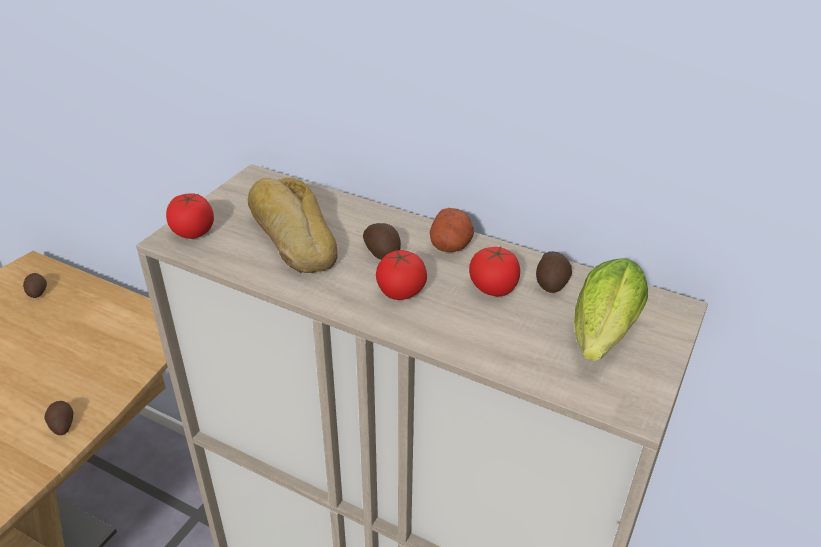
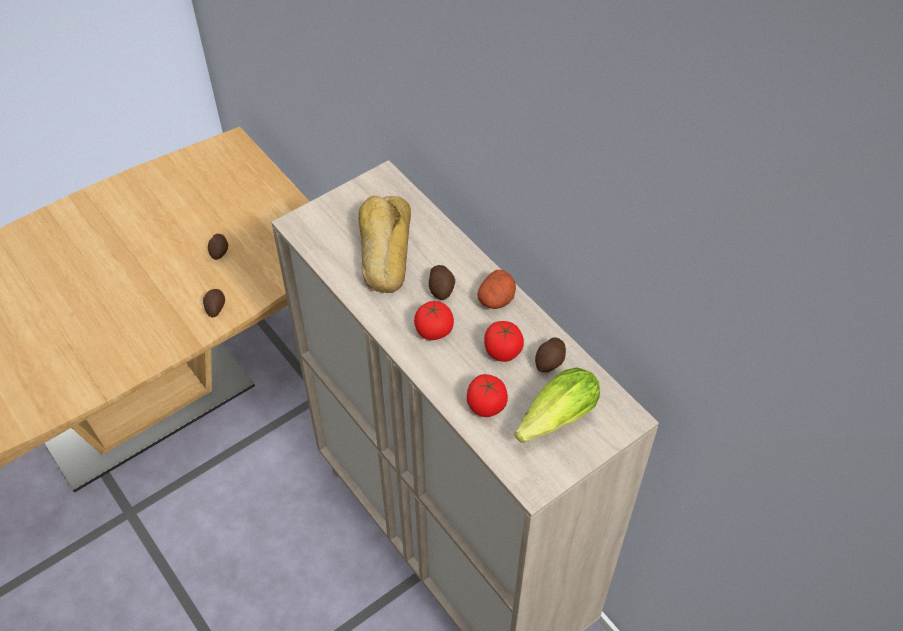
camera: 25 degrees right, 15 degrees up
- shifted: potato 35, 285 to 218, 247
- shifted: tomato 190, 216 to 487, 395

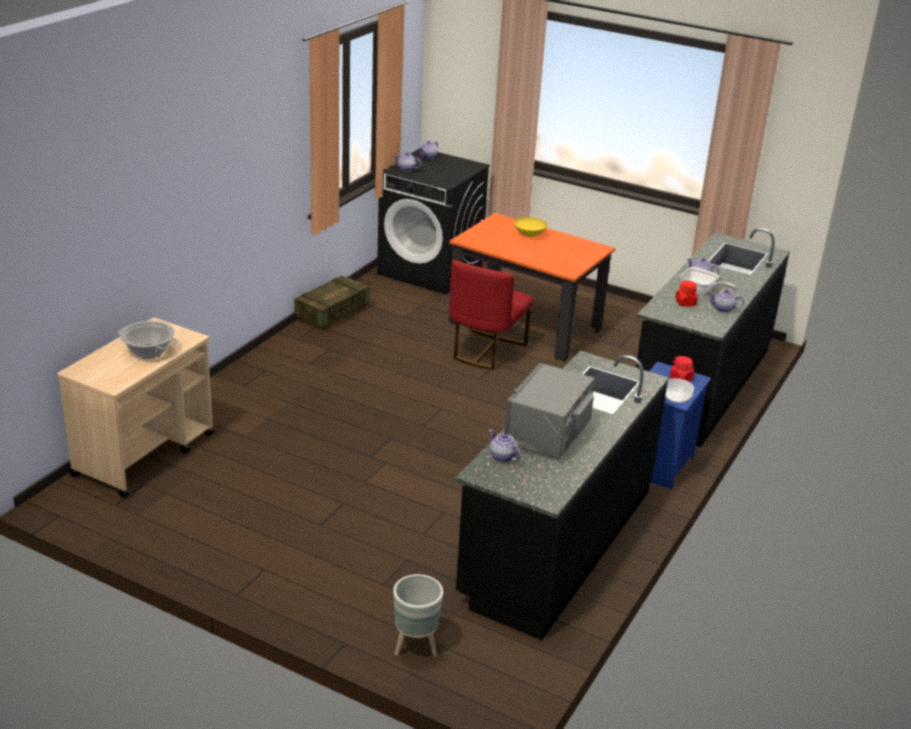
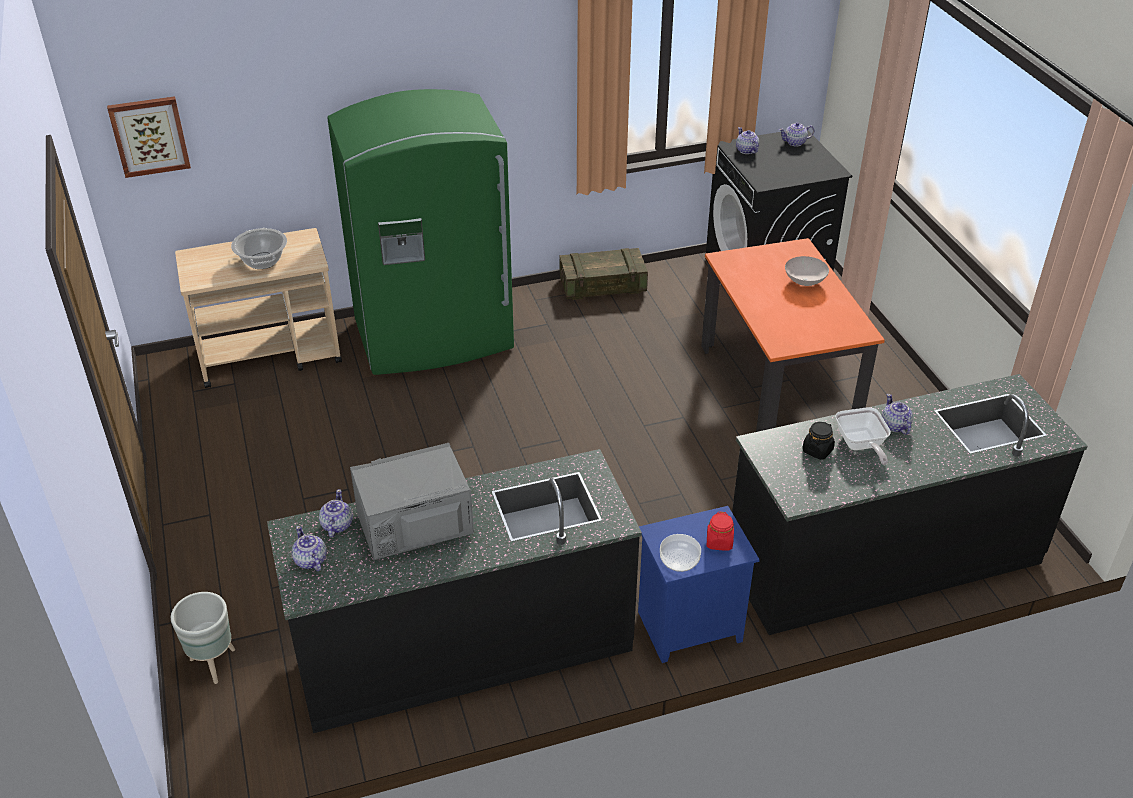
camera: 45 degrees right, 10 degrees up
- gone: chair/red 491, 315
- new: picture 149, 137
- new: fridge/green 420, 232
- shifted: teapot 726, 301 to 309, 548
- repainted: bowl/yellow 530, 227 to bowl/white 807, 271
- repainted: jar/red 686, 293 to jar/black 818, 441

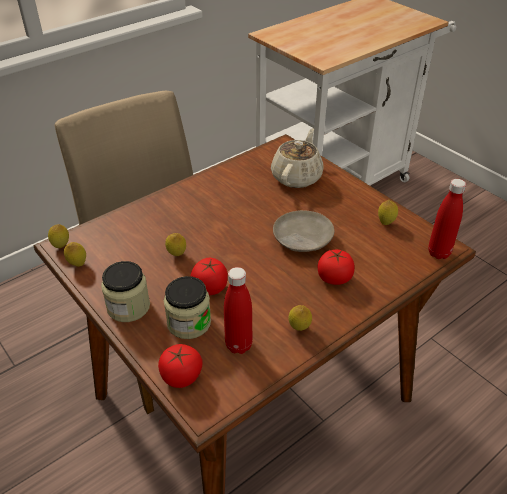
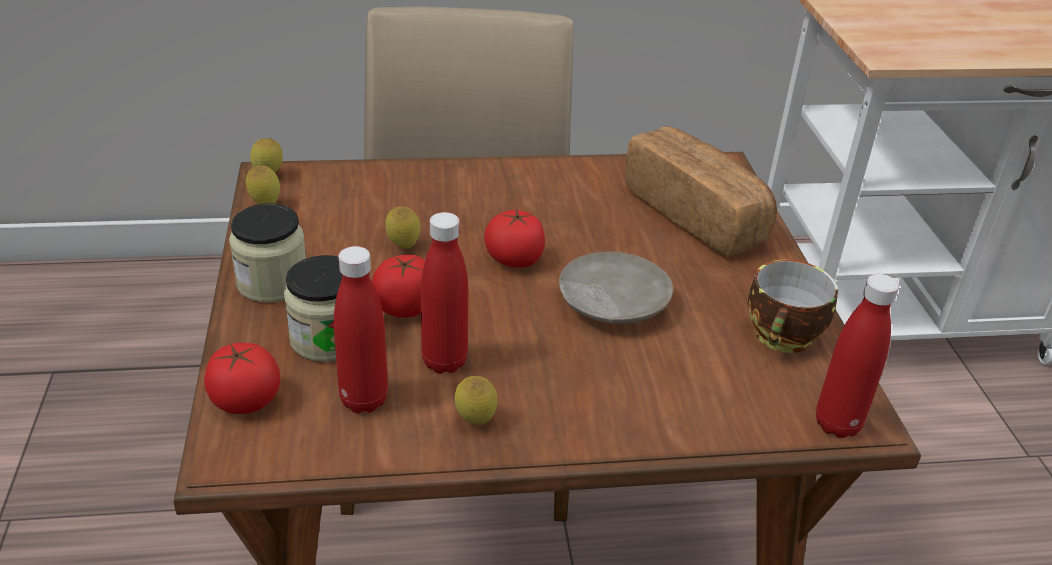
camera: 30 degrees right, 5 degrees down
- new: bottle/red 444, 293
- shifted: tomato 336, 267 to 514, 238
- swapped: teapot/beige 297, 158 to bread 701, 191
- swapped: lemon 388, 212 to cup 793, 306

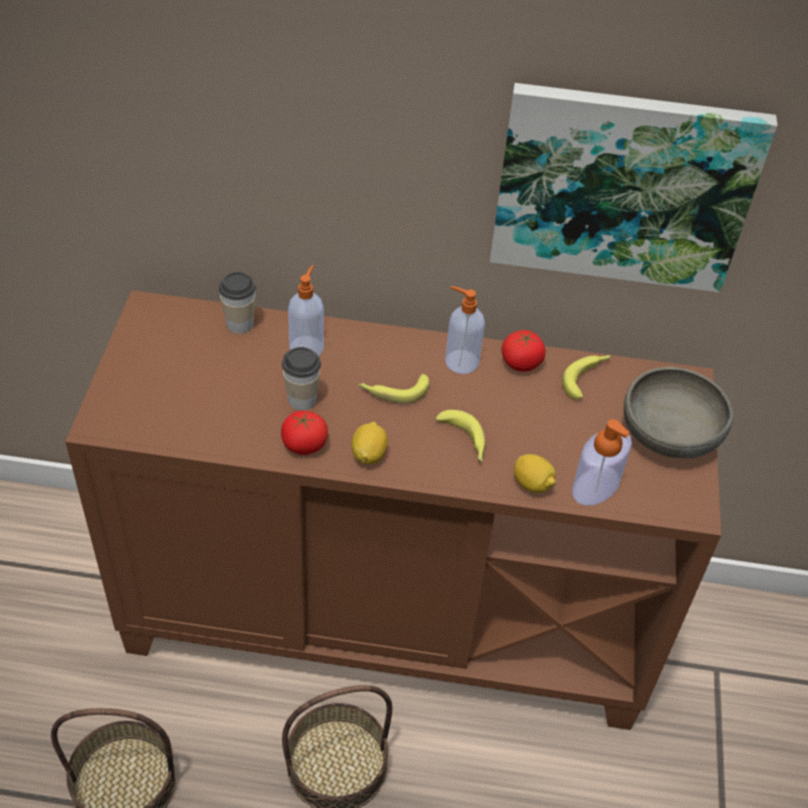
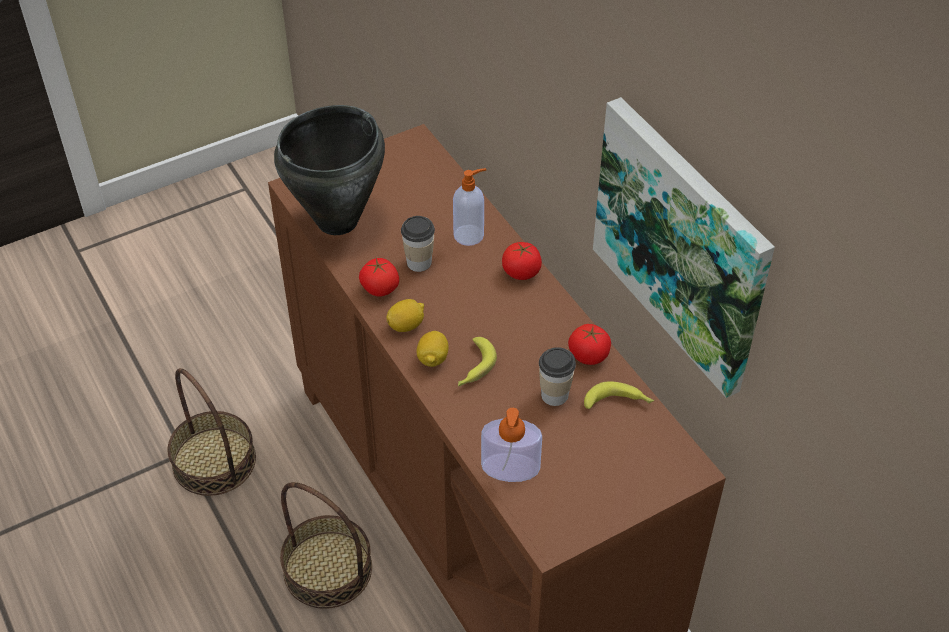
camera: 55 degrees right, 0 degrees up
- gone: banana 394, 388
- gone: soap dispenser 465, 330
- gone: bowl/grey 678, 412
- new: cooking pot/black 329, 170
- new: tomato 522, 261
- shifted: cup 237, 303 to 557, 376
- shifted: lemon 535, 473 to 432, 349

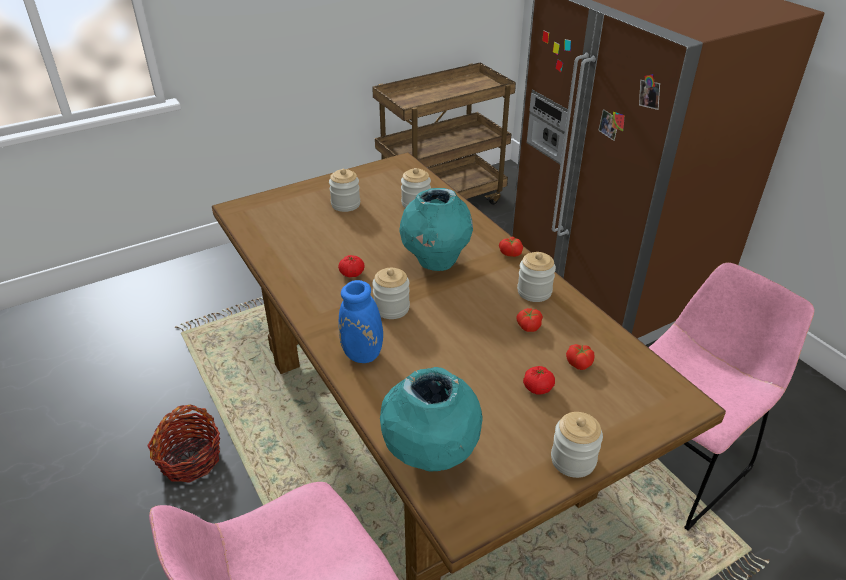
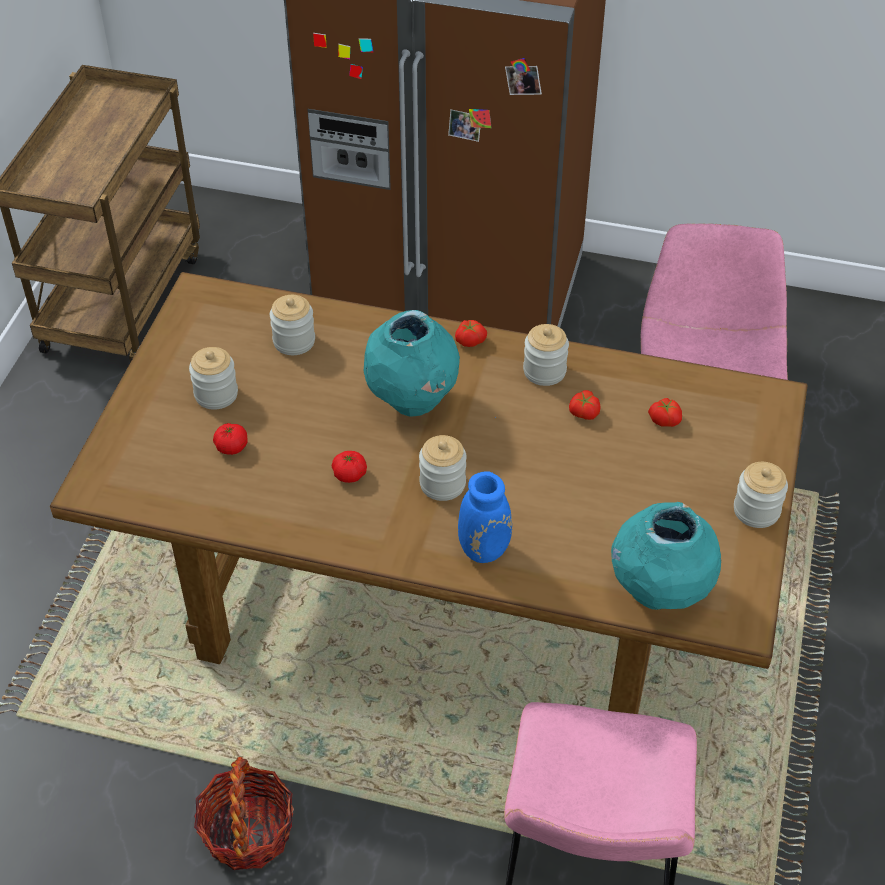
camera: 45 degrees left, 10 degrees up
- shifted: tomato 539, 380 to 230, 439

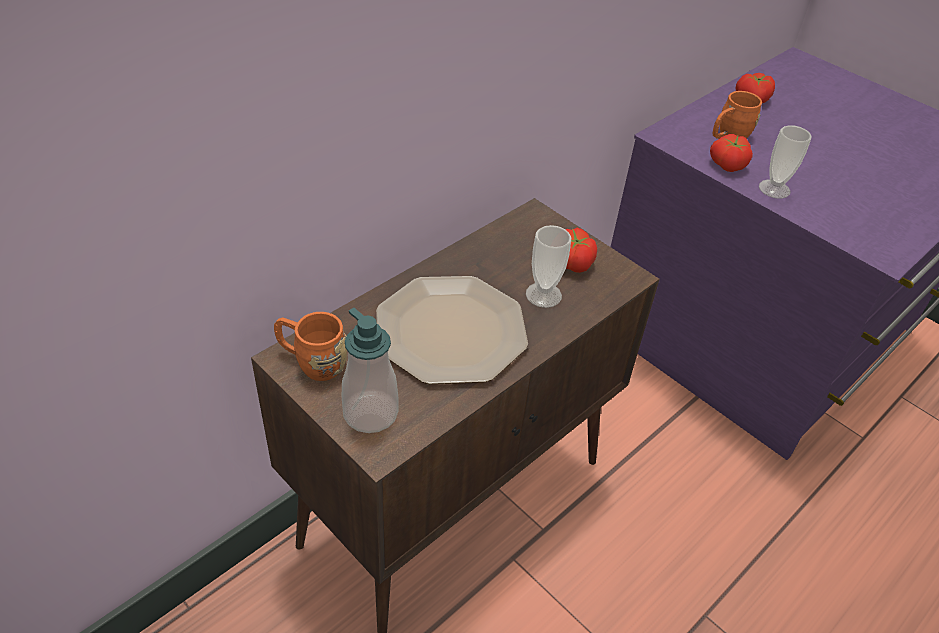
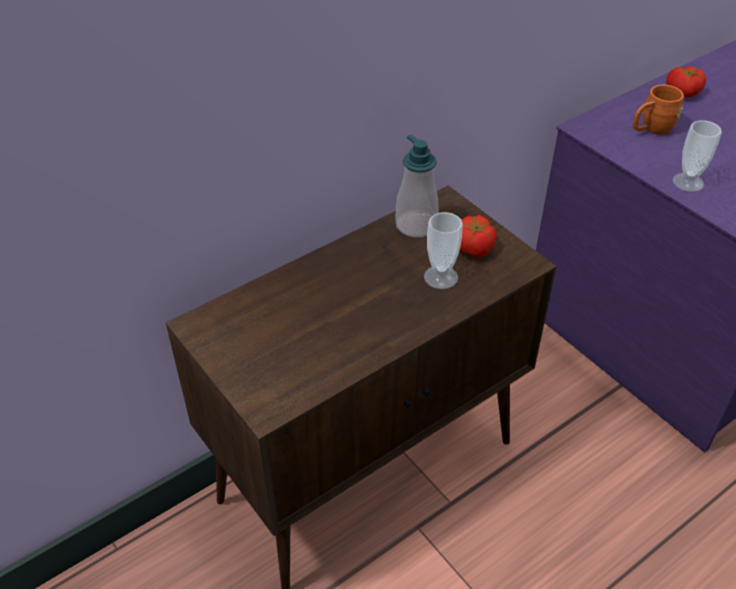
camera: 10 degrees right, 0 degrees up
- gone: mug/orange 310, 346
- gone: plate 452, 330
- gone: tomato 731, 153
- shifted: soap dispenser 370, 370 to 416, 186

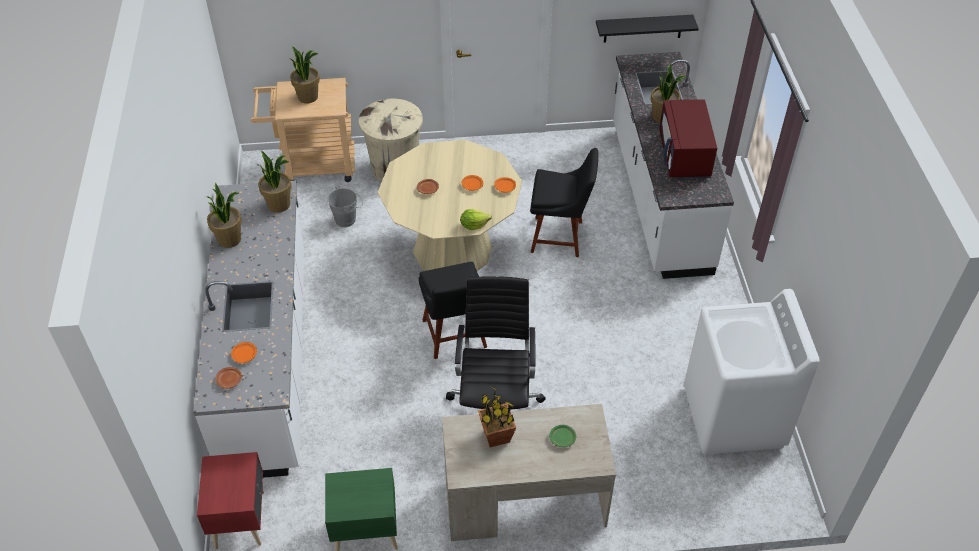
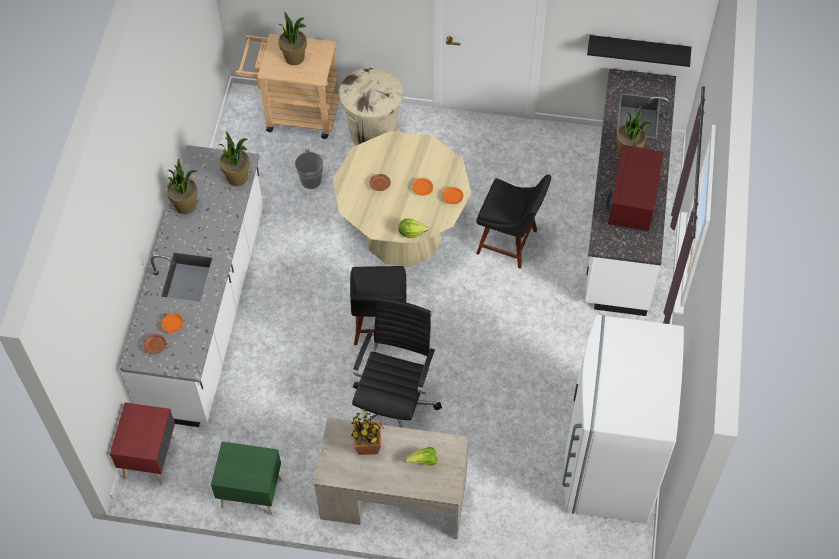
camera: 15 degrees right, 10 degrees up
- swapped: plate/green 562, 436 to lettuce 421, 456
- swapped: washing machine/white 752, 372 to fridge/white 623, 419

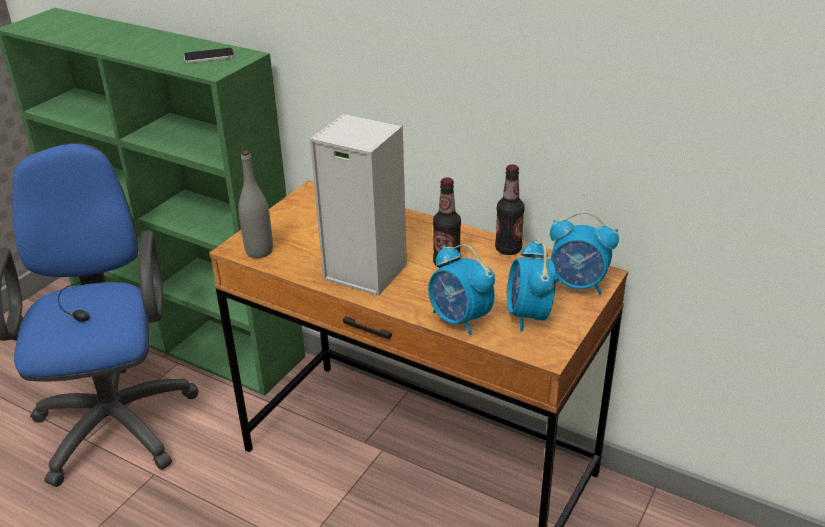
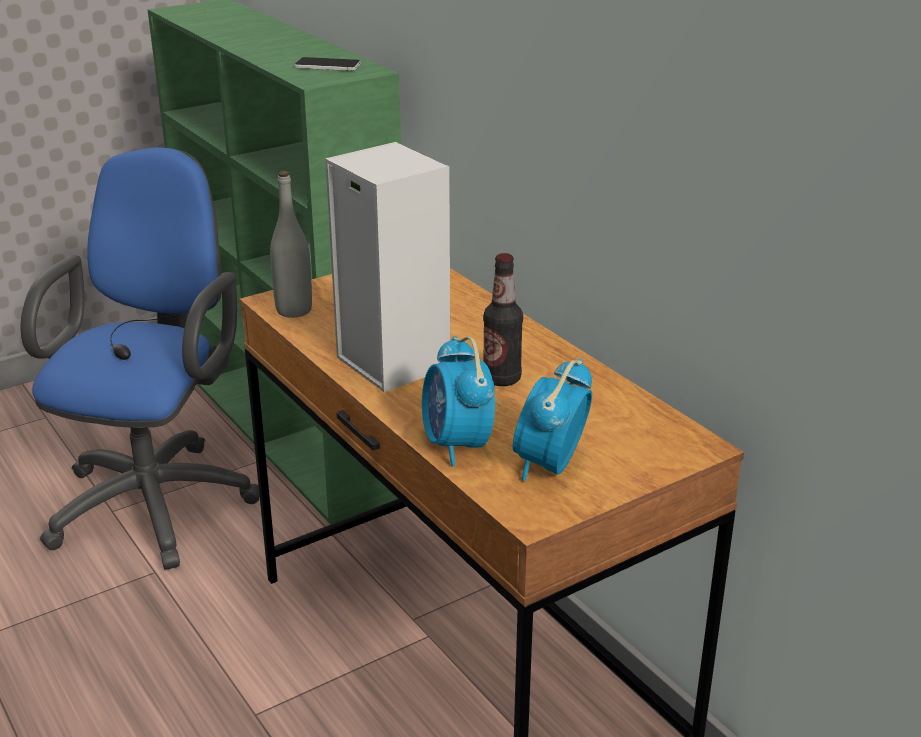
camera: 25 degrees right, 5 degrees down
- gone: bottle 510, 209
- gone: alarm clock 584, 253

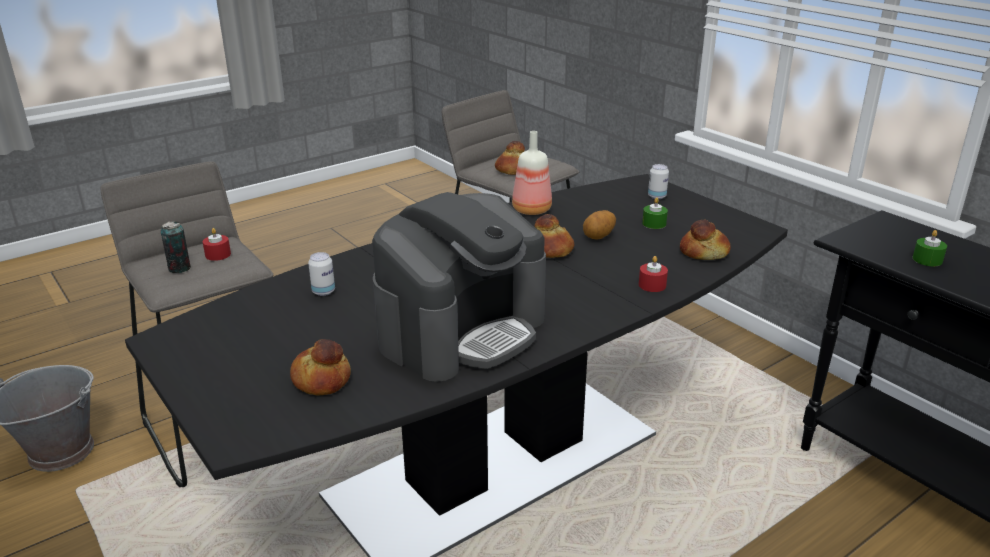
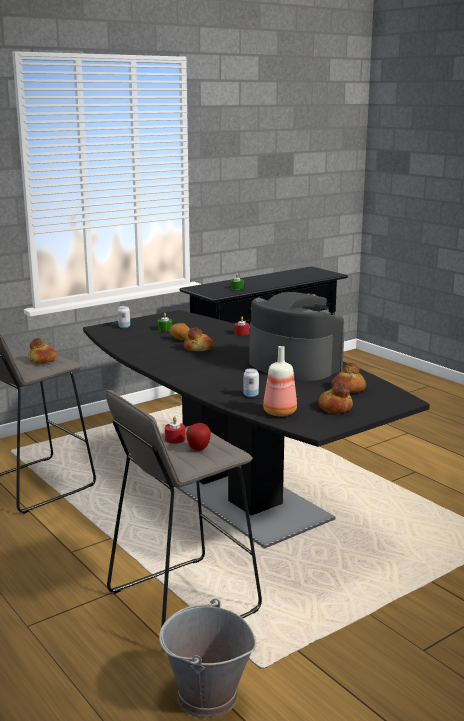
camera: 90 degrees left, 10 degrees down
- shifted: bottle 532, 173 to 280, 381
- shifted: bread 705, 240 to 335, 398
- swapped: can 176, 247 to apple 198, 437

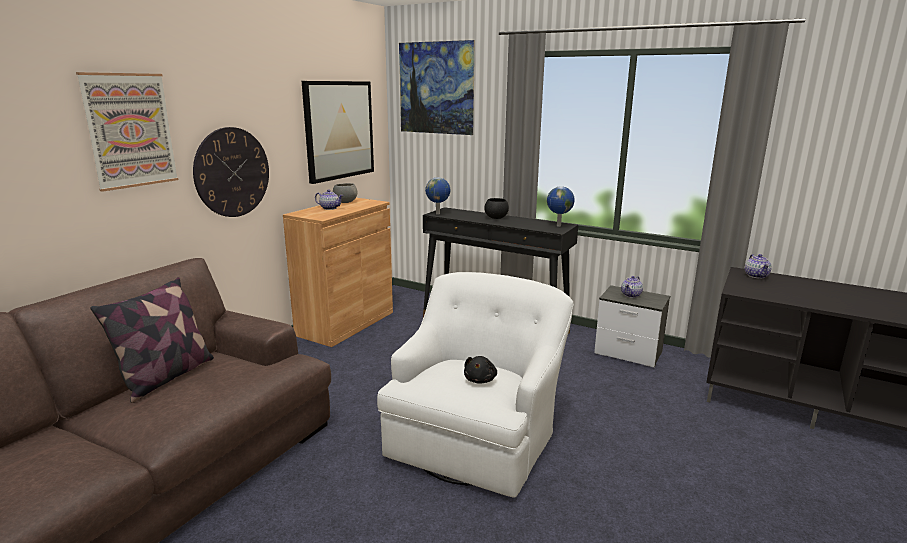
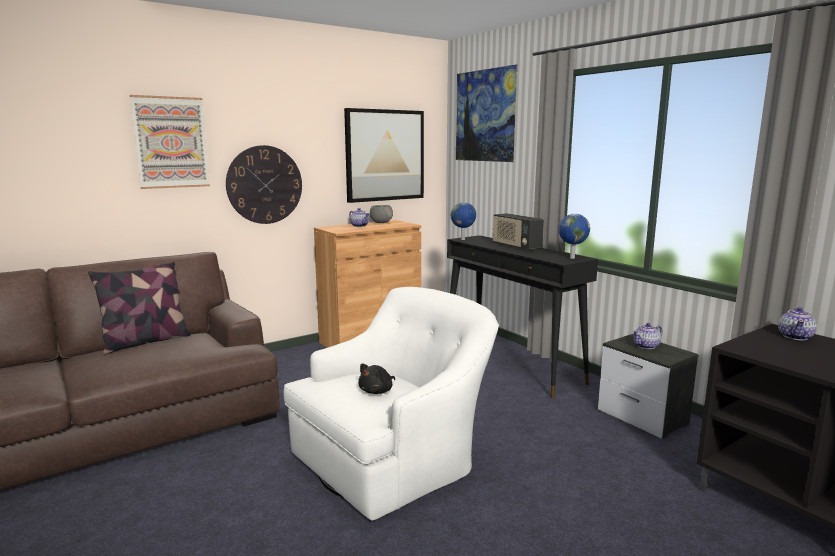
camera: 25 degrees right, 5 degrees down
- swapped: bowl/black 496, 208 to radio 518, 232

